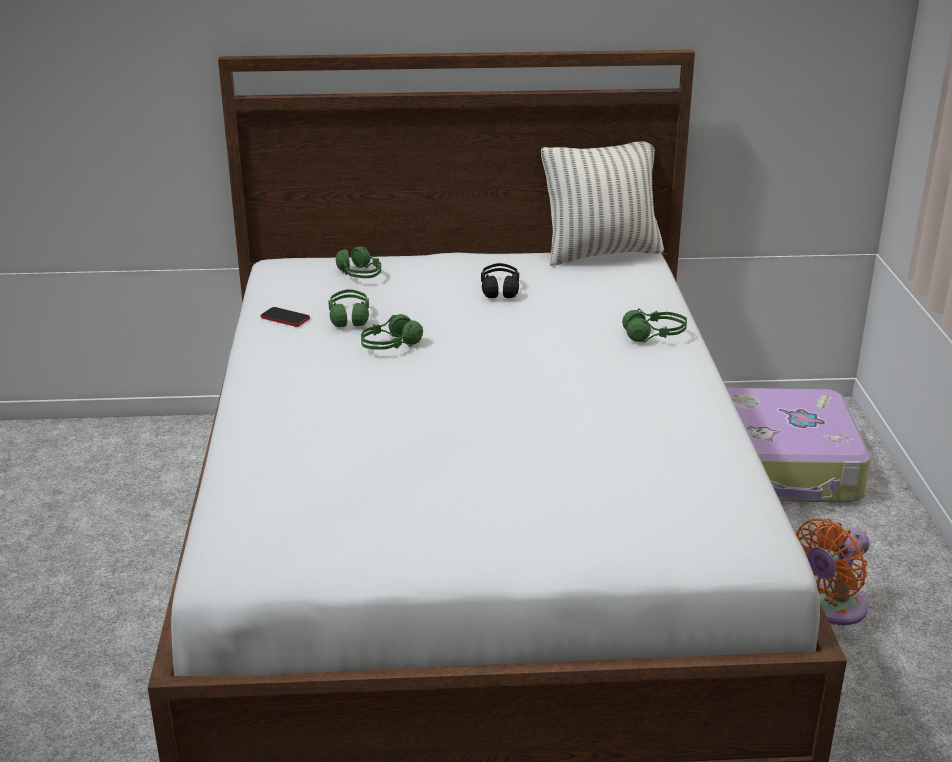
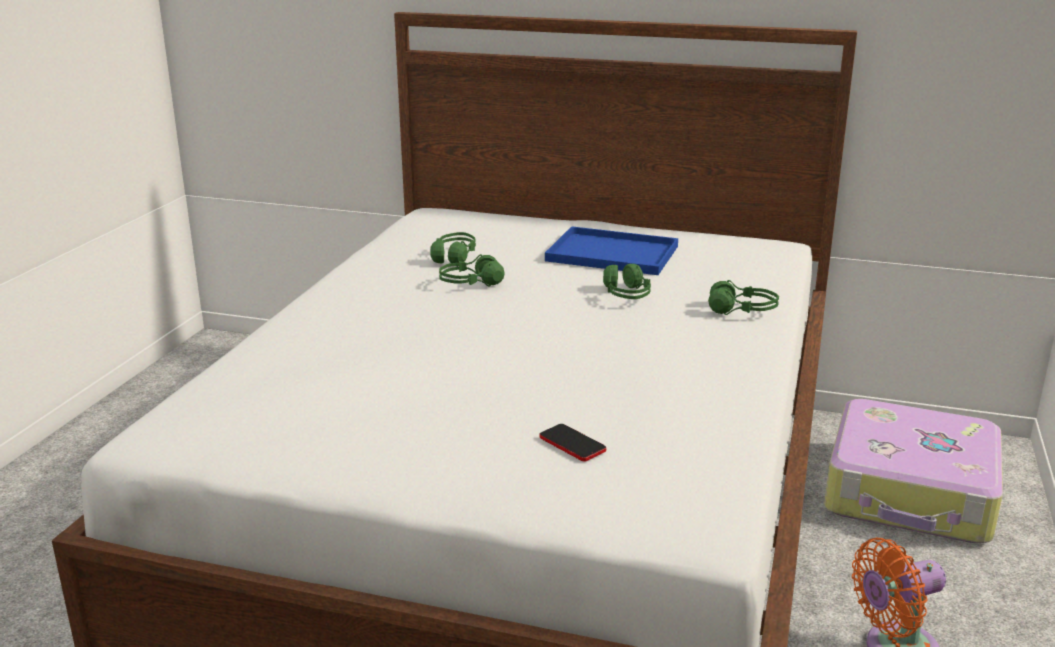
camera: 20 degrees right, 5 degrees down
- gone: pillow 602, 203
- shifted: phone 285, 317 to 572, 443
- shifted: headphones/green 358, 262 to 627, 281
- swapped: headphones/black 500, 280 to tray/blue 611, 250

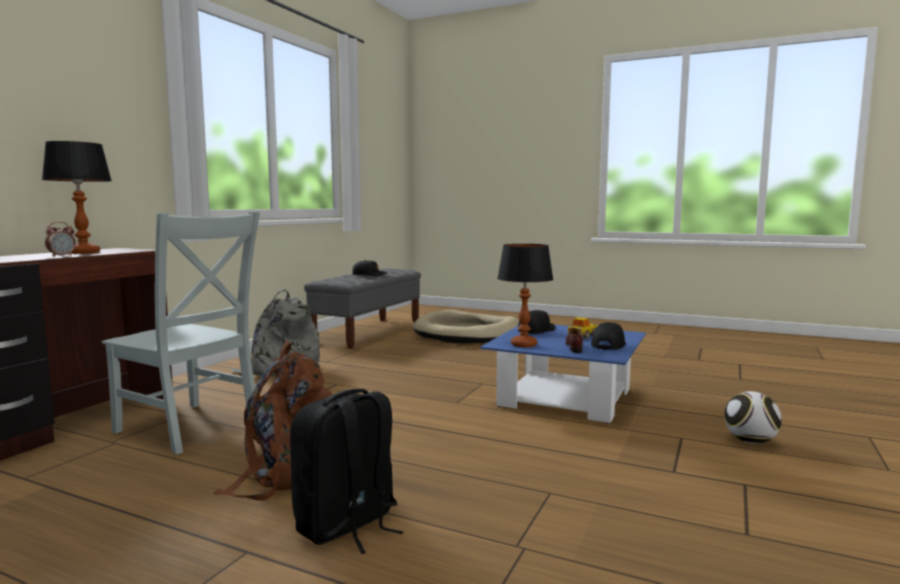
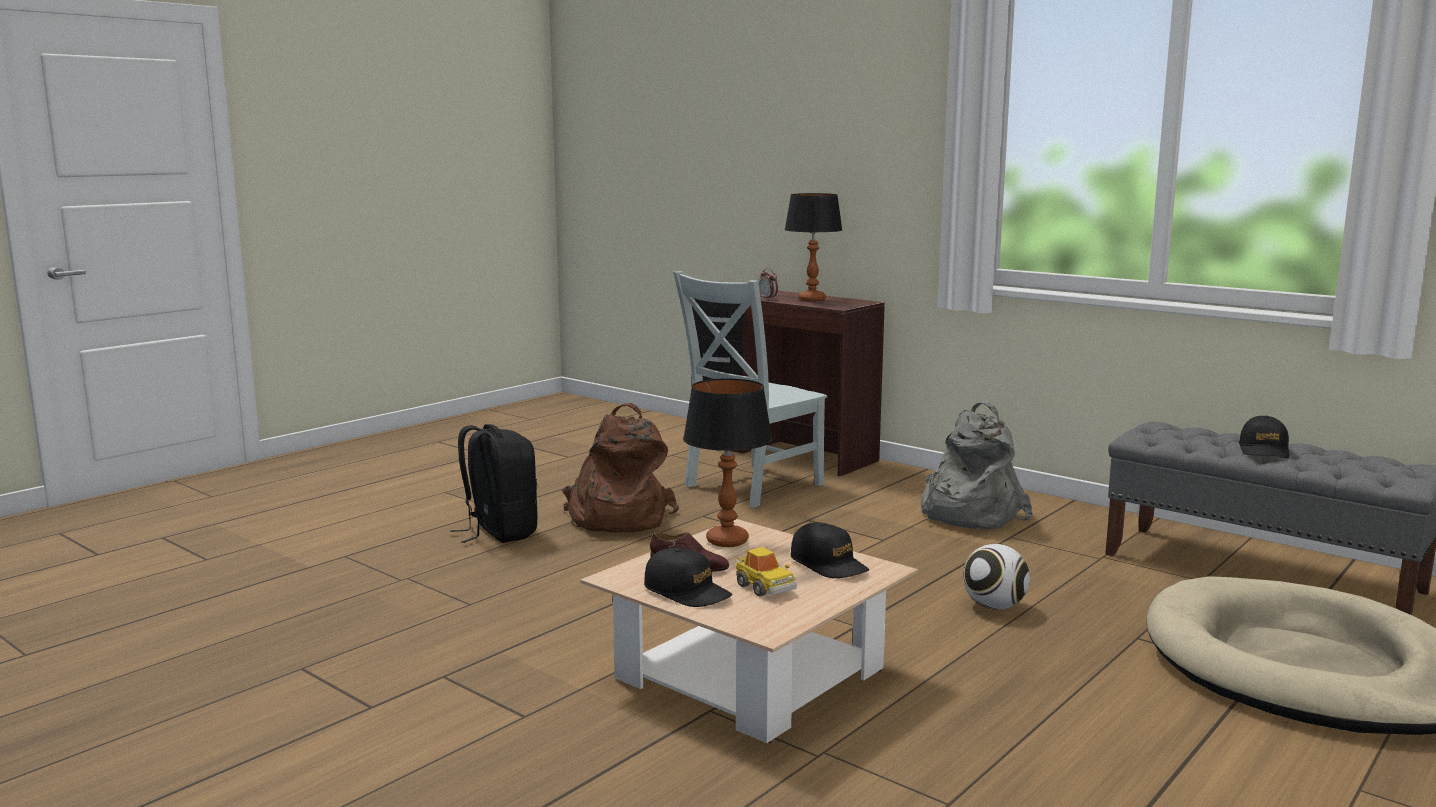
camera: 105 degrees right, 5 degrees up
- shifted: football 753, 417 to 996, 577
- repainted: coffee table/blue 563, 374 to coffee table/beige 749, 631

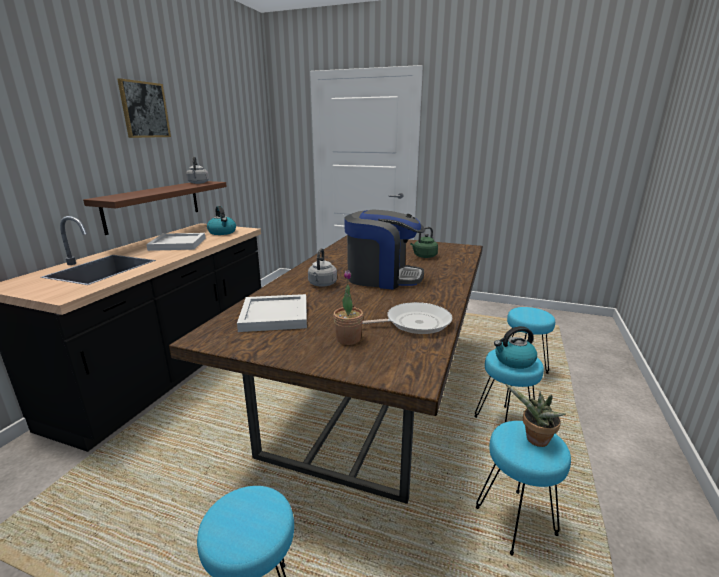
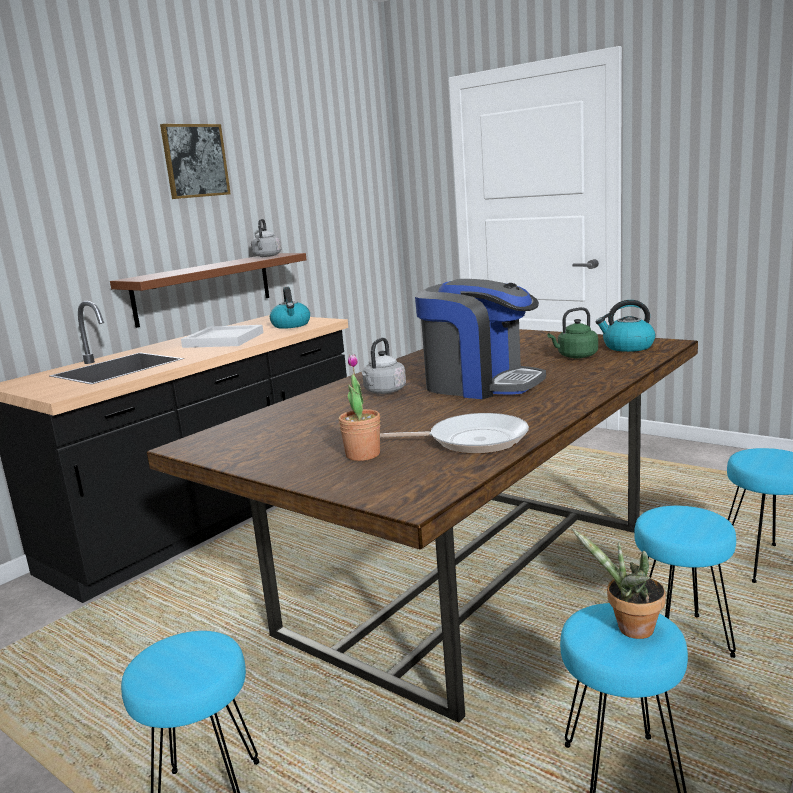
camera: 20 degrees right, 5 degrees down
- gone: tray/white 272, 313
- shifted: kettle 515, 347 to 625, 326

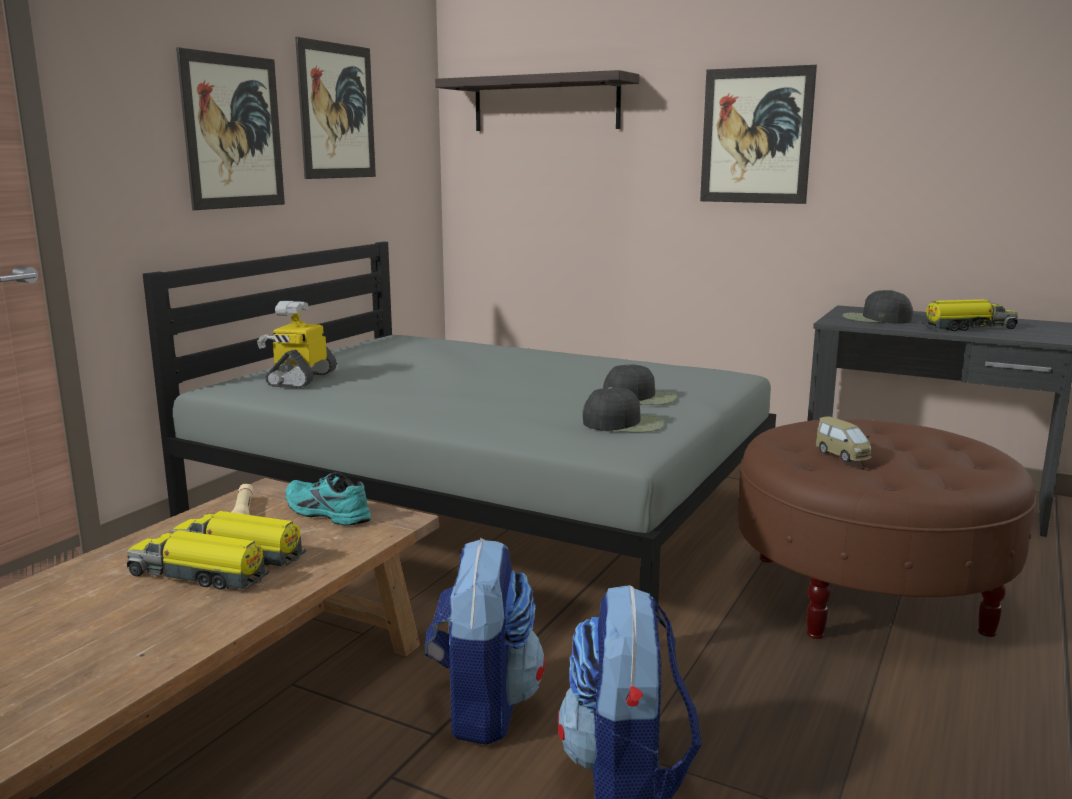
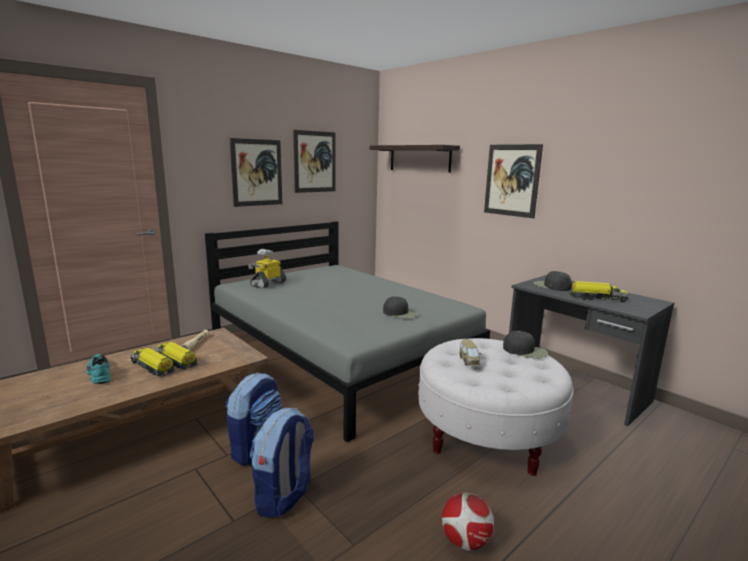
camera: 20 degrees right, 0 degrees up
- new: football 468, 521
- shifted: shoe/turquoise 328, 499 to 98, 369
- shifted: cap/black 624, 409 to 525, 345
- repainted: ottoman/brown 887, 529 to ottoman/white 496, 407

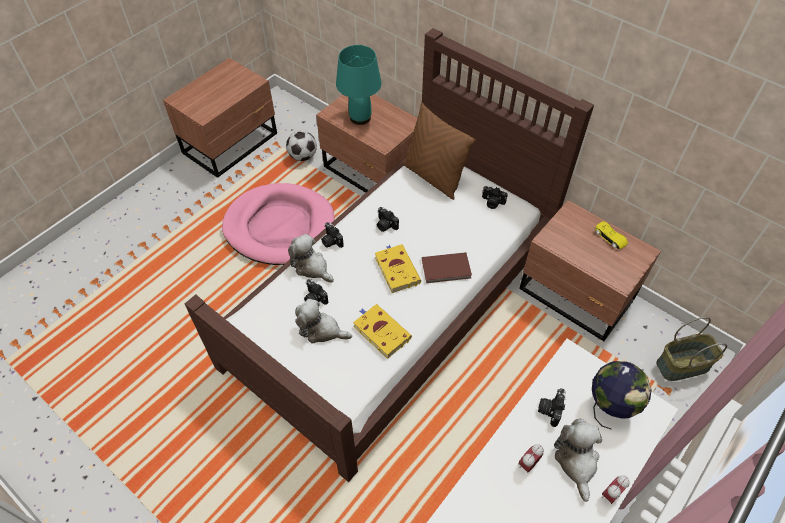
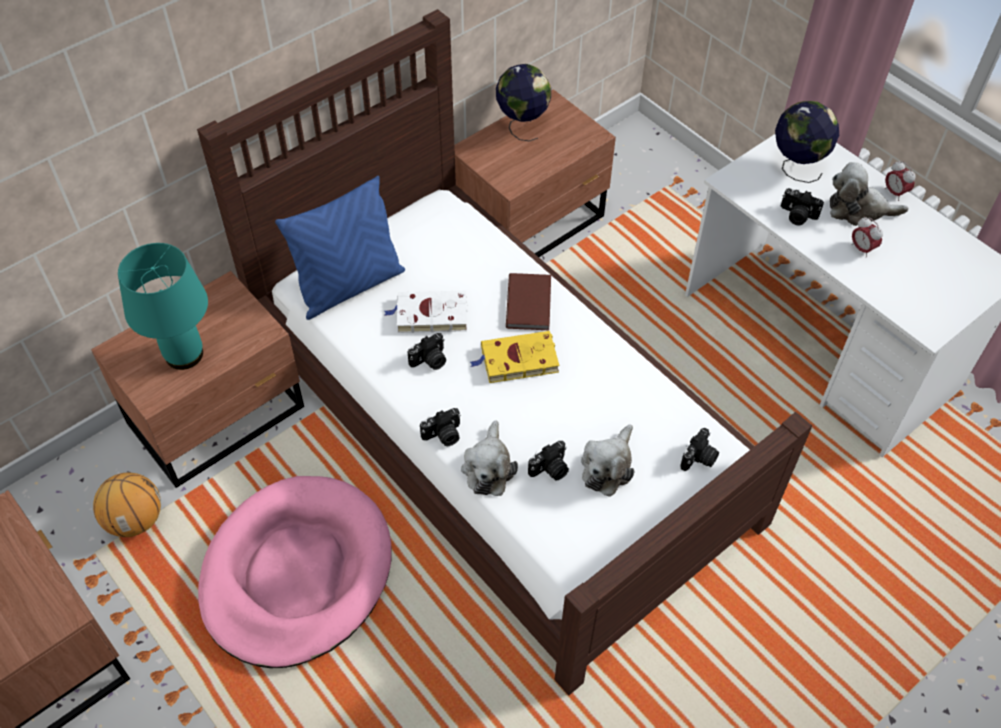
camera: 80 degrees left, 0 degrees up
- gone: book/yellow 382, 331
- gone: basket 691, 349
- new: book/white 426, 312
- shifted: photo camera 495, 197 to 699, 449
- swapped: football 301, 145 to basketball 127, 505
- swapped: toy car/yellow 611, 235 to globe 523, 102
- repainted: pillow/brown 439, 151 to pillow/blue 340, 248
- rotated: plush toy 311, 258 = 489, 458 45 degrees counterclockwise

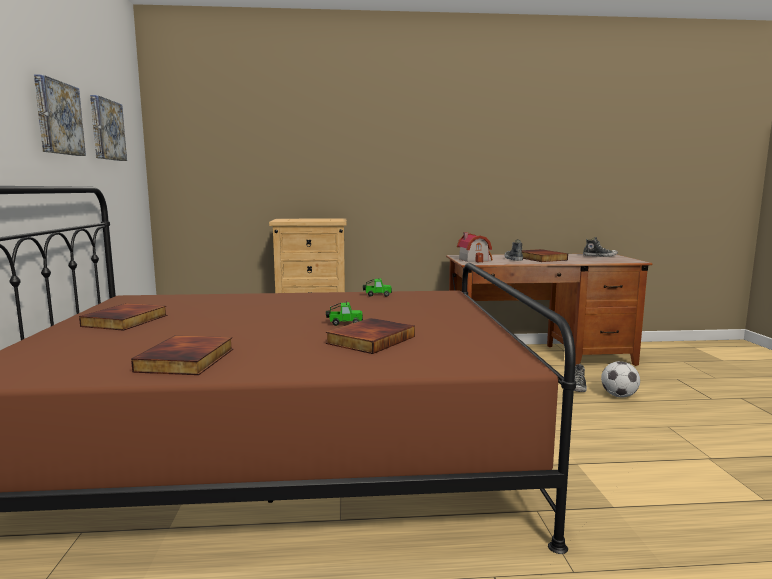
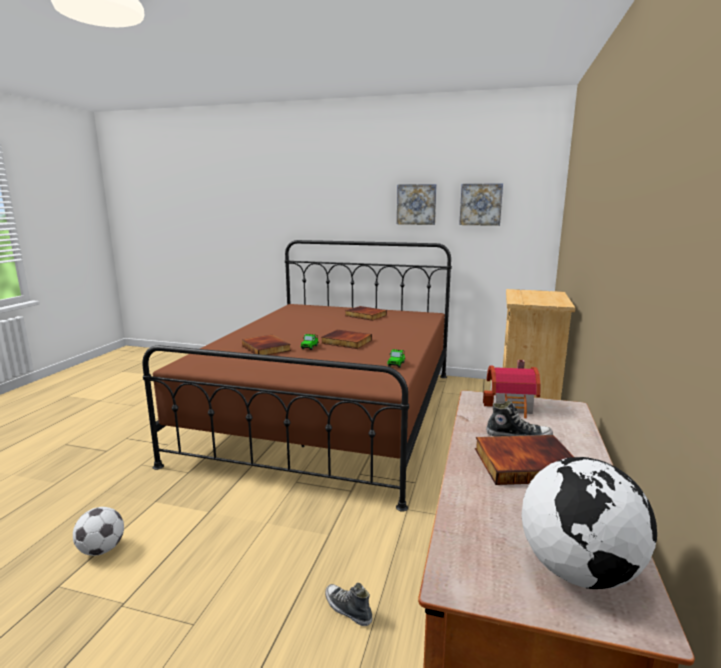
camera: 110 degrees right, 5 degrees up
- shifted: book 182, 355 to 346, 339
- shifted: football 620, 379 to 98, 531
- swapped: shoe 600, 247 to globe 589, 523

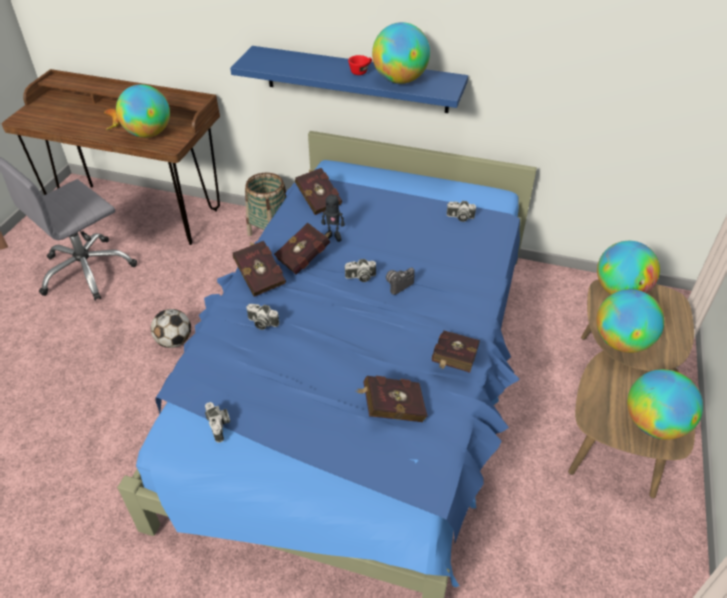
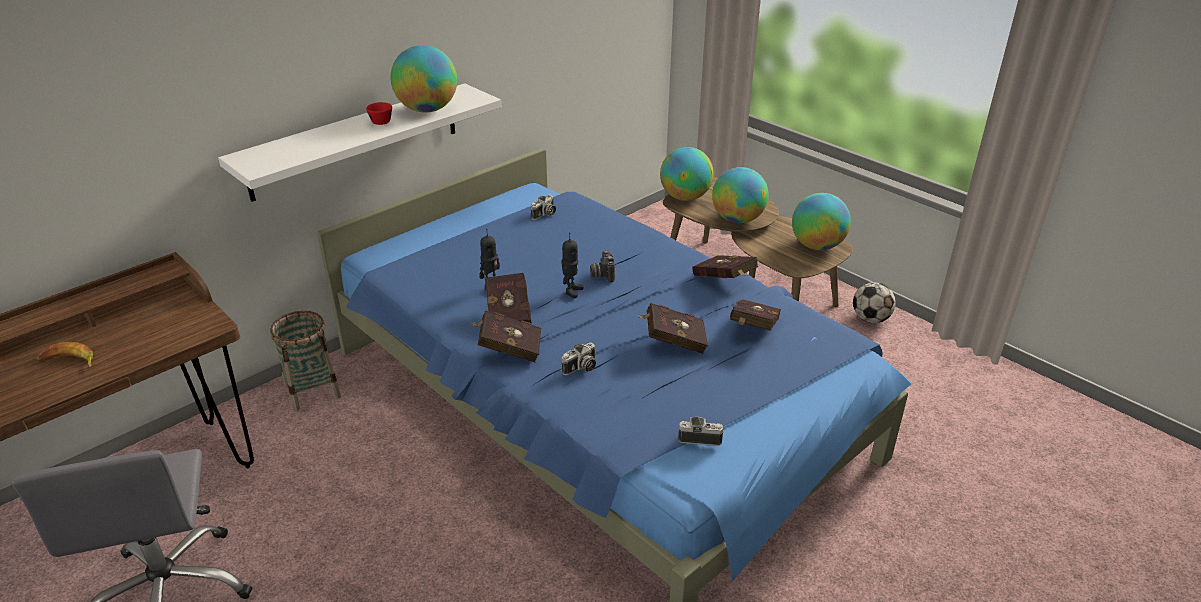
camera: 60 degrees left, 10 degrees down
- gone: globe 143, 111
- shifted: football 171, 328 to 874, 302
- shifted: book/red 318, 191 to 672, 328
- swapped: photo camera 360, 270 to toy robot 572, 265
- repainted: shelf/blue 349, 79 to shelf/white 360, 142

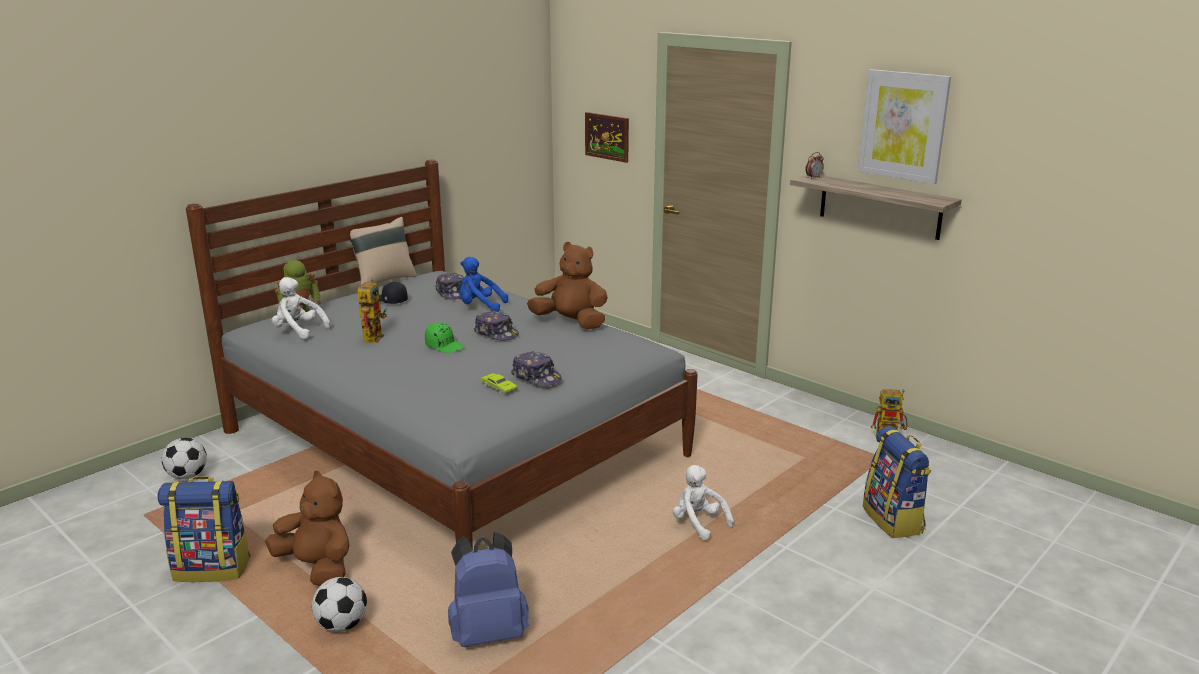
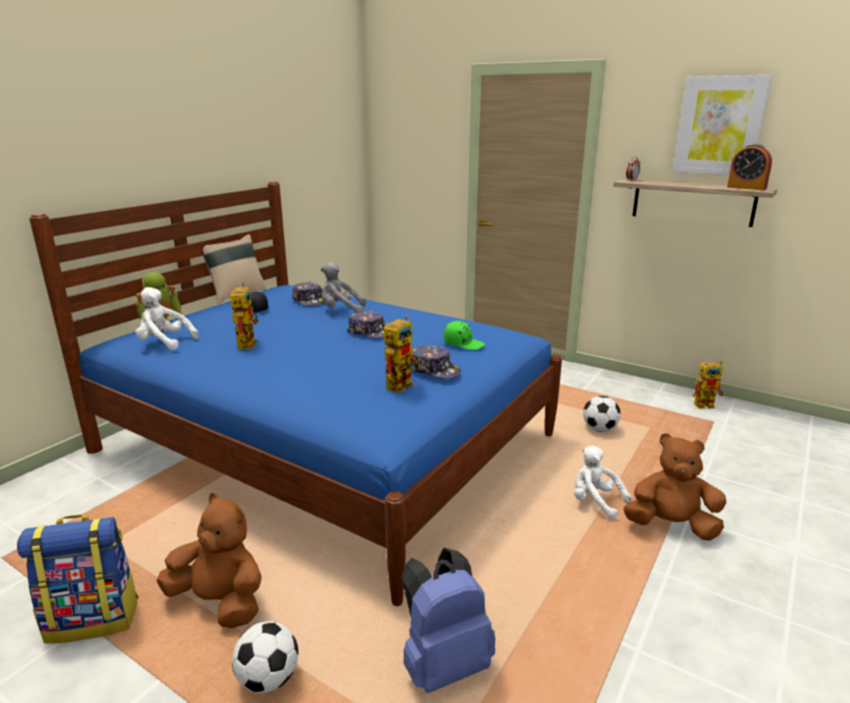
camera: 10 degrees left, 0 degrees up
- gone: picture 607, 137
- gone: backpack 897, 482
- new: alarm clock 749, 167
- shifted: football 184, 458 to 602, 414
- shifted: cap/green 444, 337 to 464, 335
- shifted: plush toy/brown 567, 285 to 674, 487
- swapped: toy car/green 498, 383 to toy robot 402, 354
- repainted: bed/grey 441, 354 to bed/blue 295, 393
- repainted: plush toy/blue 484, 284 to plush toy/grey 343, 287

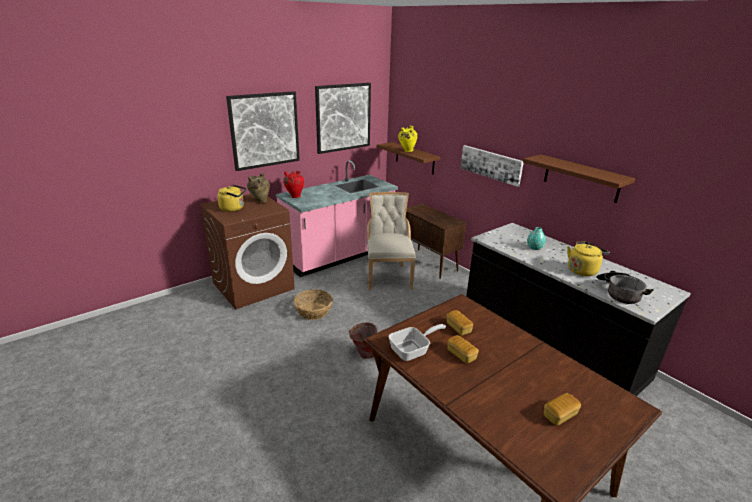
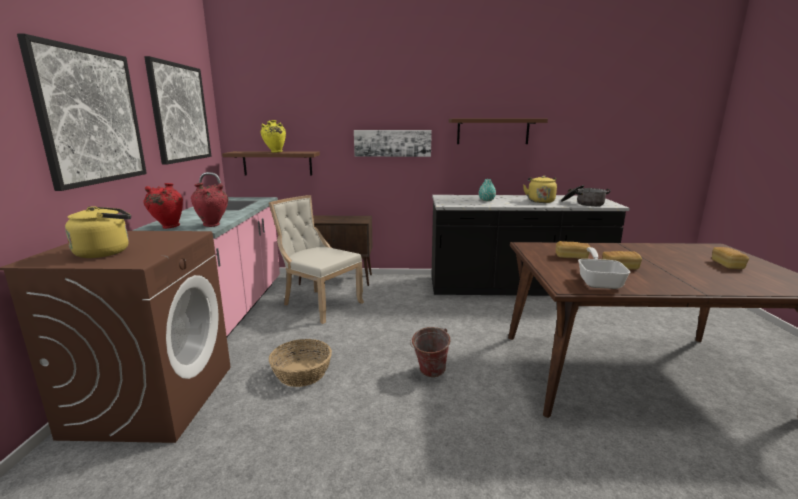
camera: 50 degrees left, 10 degrees down
- gone: vase/beige 258, 188
- new: vase/red 209, 205

